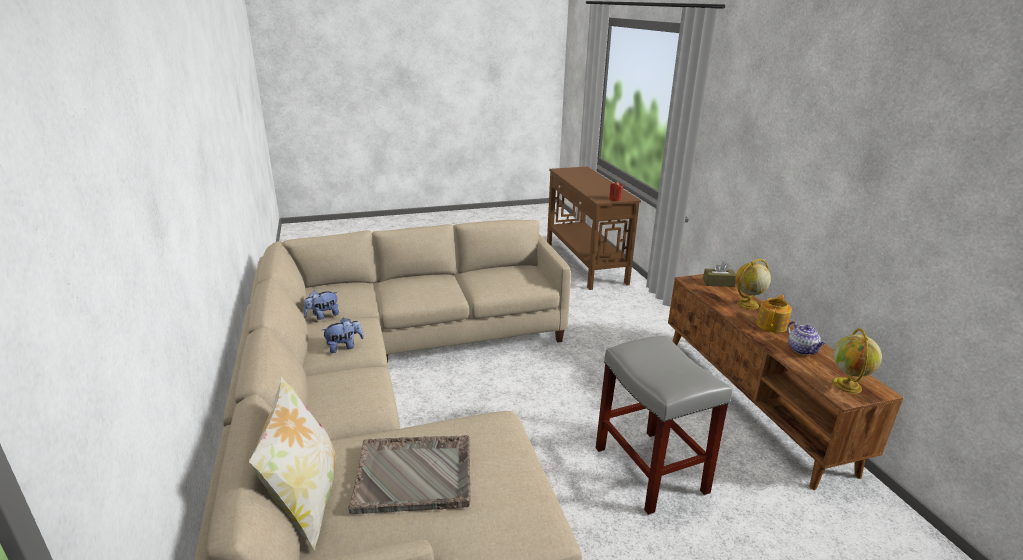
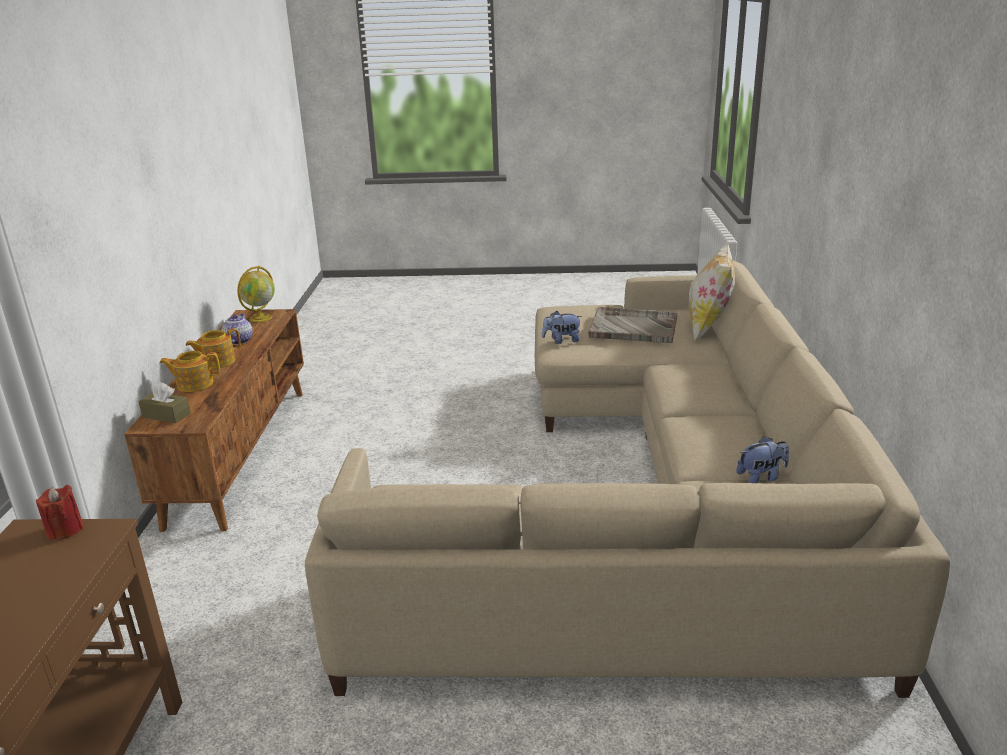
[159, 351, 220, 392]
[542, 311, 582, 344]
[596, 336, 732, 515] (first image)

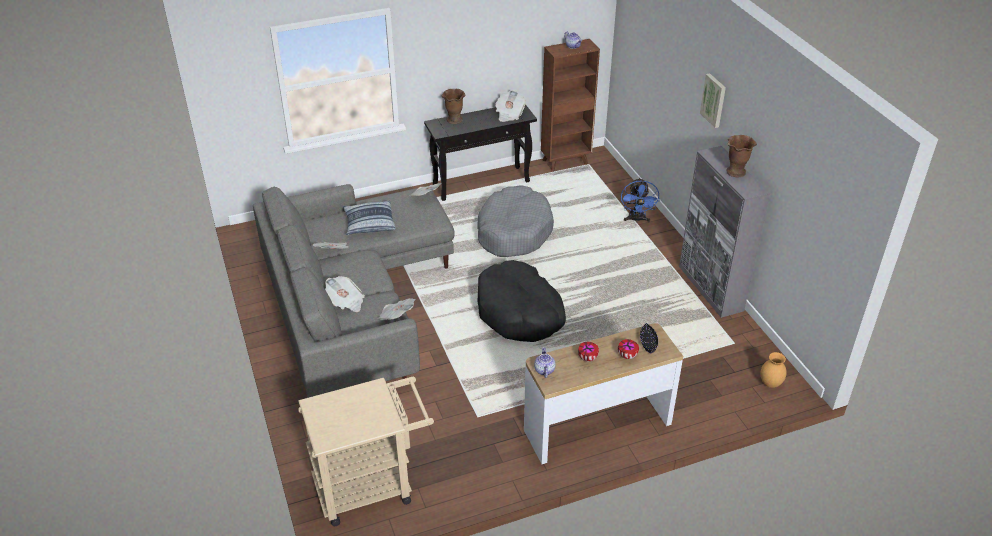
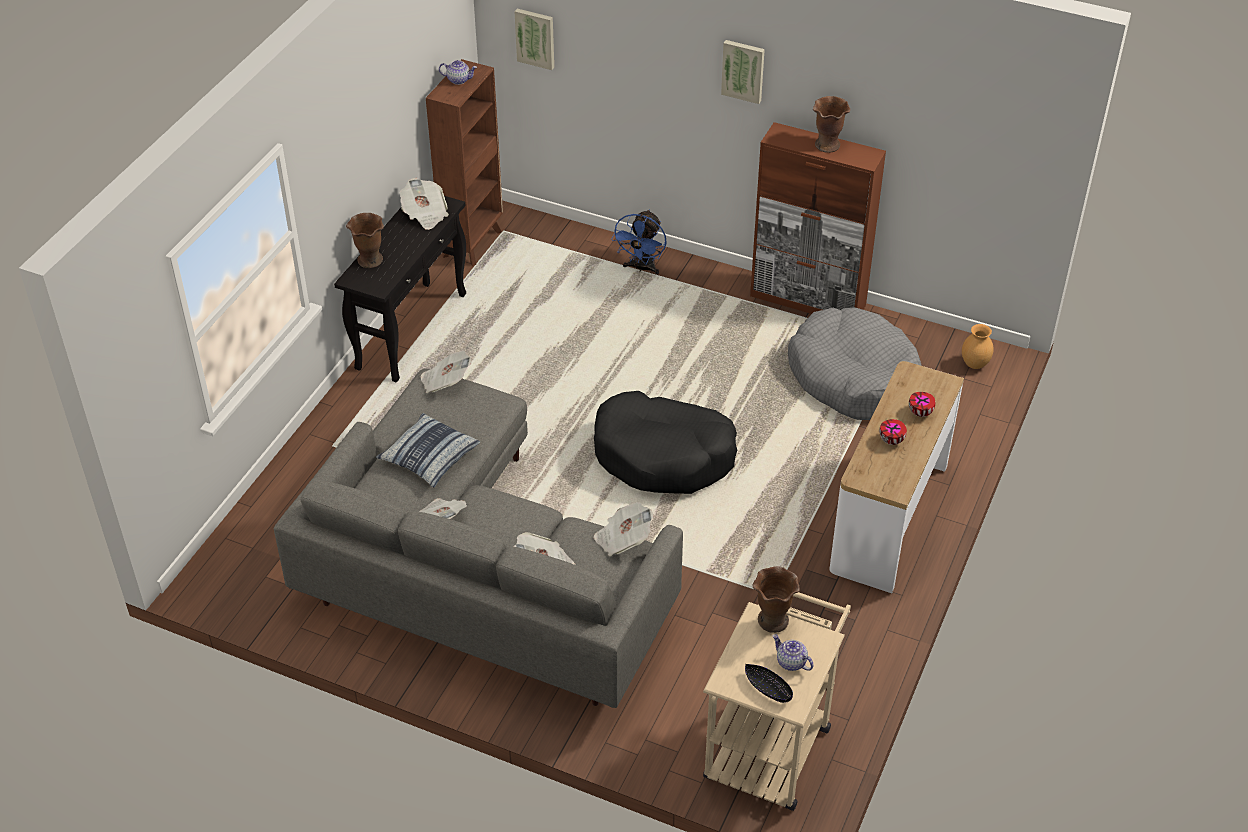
[750, 122, 886, 314]
[611, 210, 667, 275]
[788, 307, 922, 420]
[745, 664, 793, 703]
[773, 634, 814, 671]
[514, 9, 554, 70]
[752, 566, 800, 633]

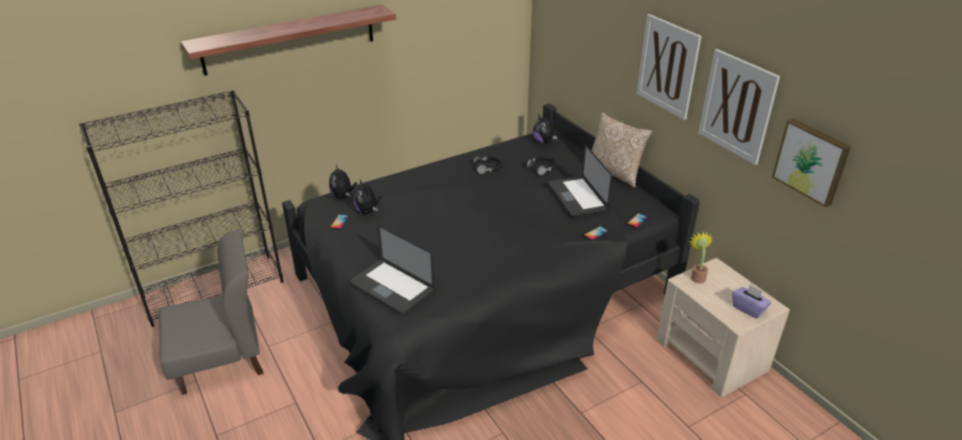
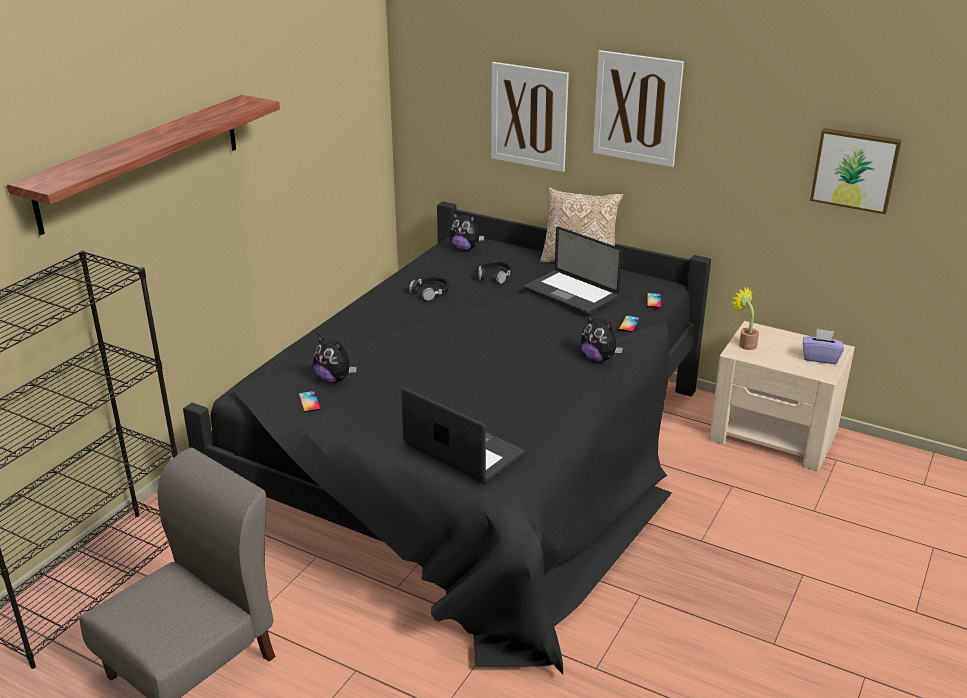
[491, 62, 569, 172]
[581, 314, 623, 362]
[401, 387, 524, 483]

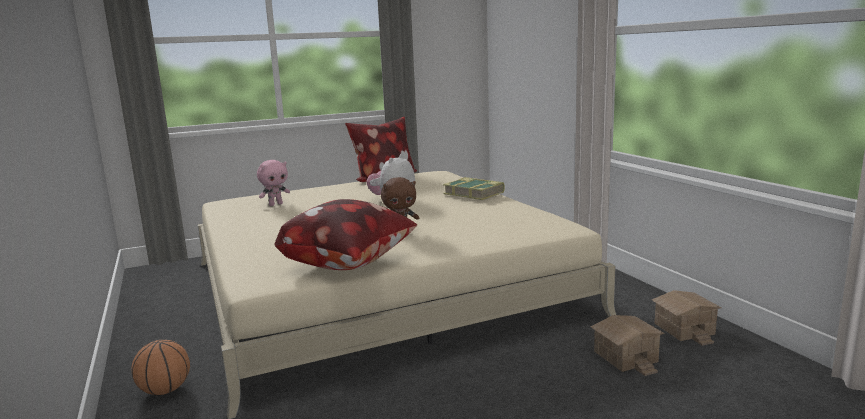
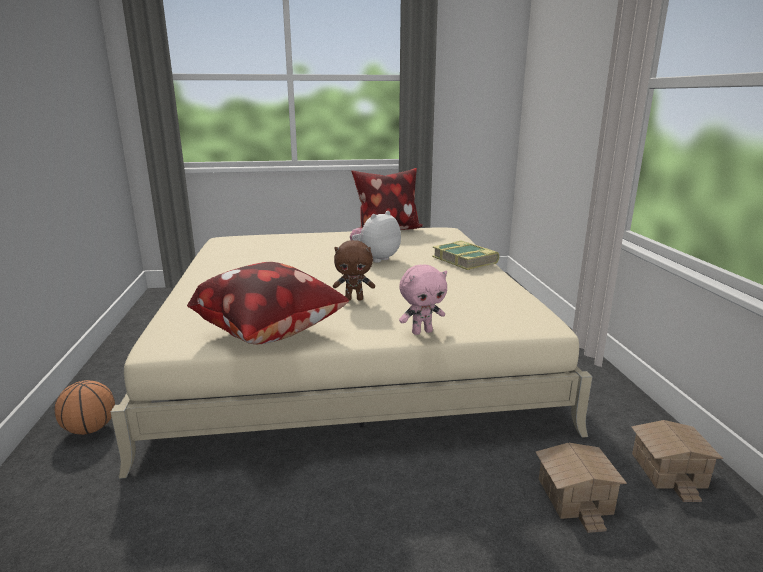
[399, 265, 447, 335]

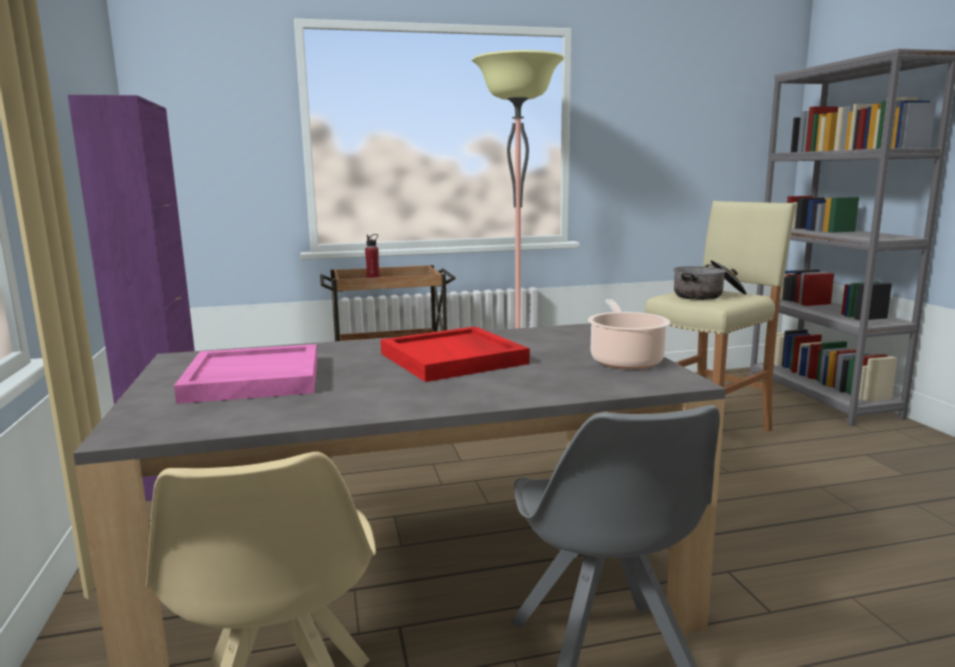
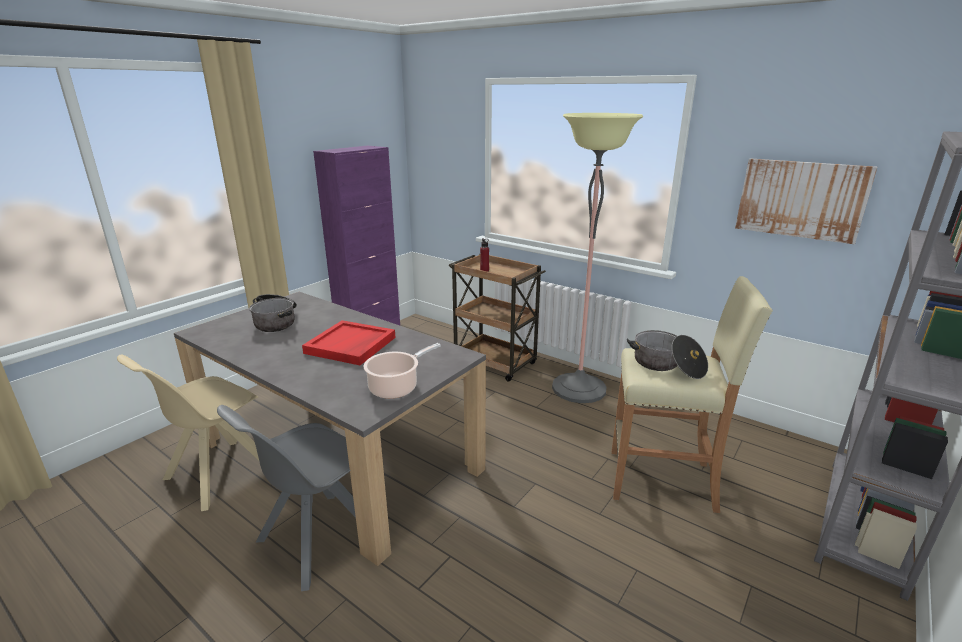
[249, 294, 297, 332]
[735, 158, 877, 244]

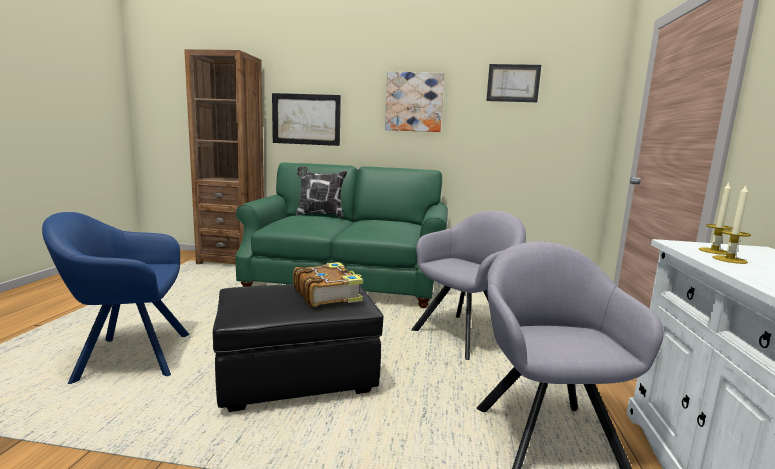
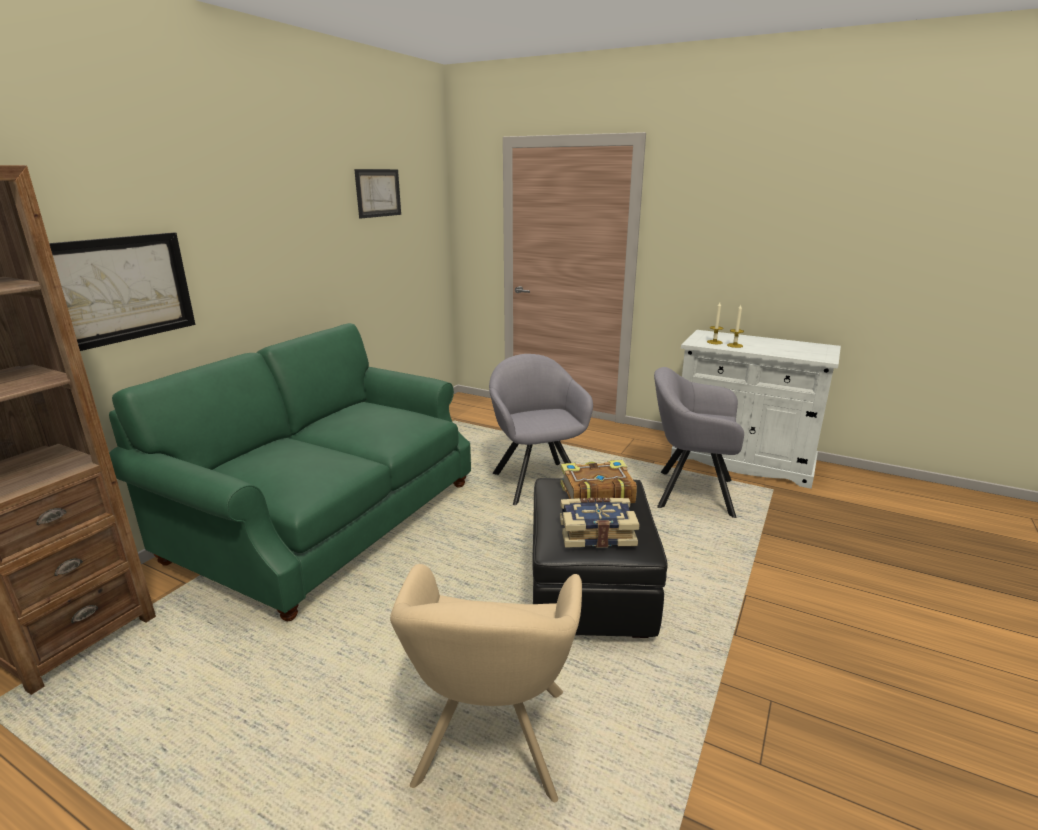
[385, 72, 444, 132] (first image)
[296, 166, 347, 218] (first image)
[390, 564, 582, 802]
[560, 498, 640, 548]

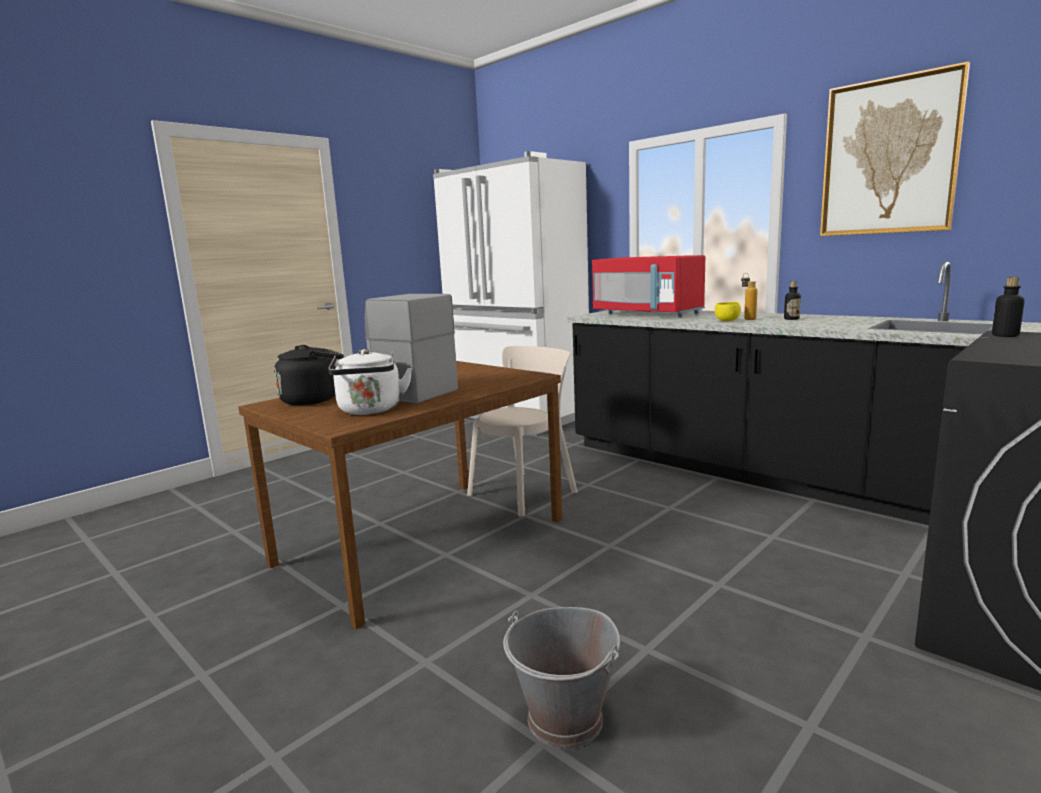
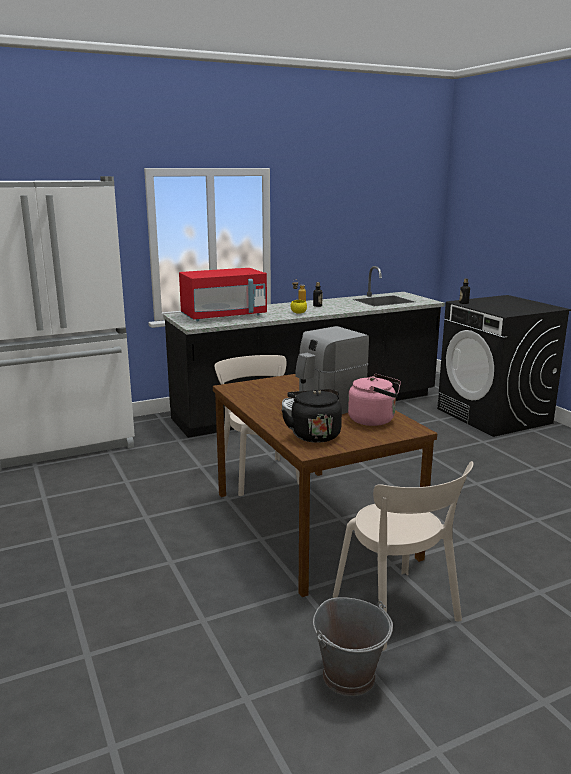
[820, 61, 970, 236] (first image)
[348, 374, 401, 426]
[313, 597, 393, 696]
[333, 461, 473, 651]

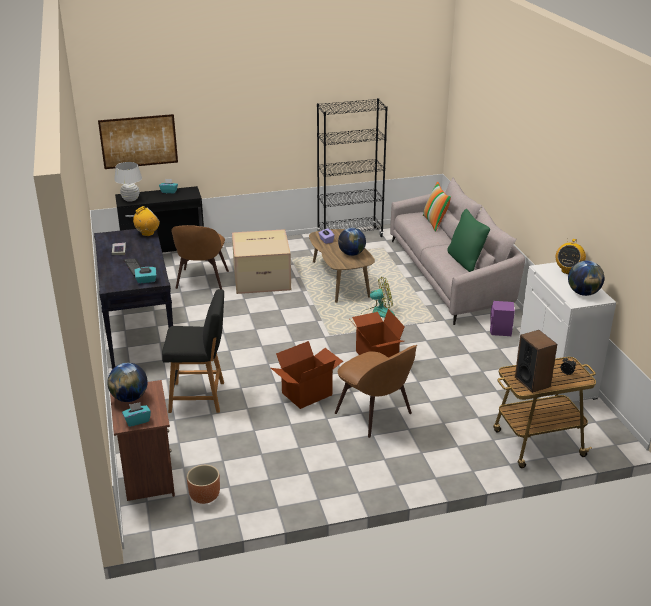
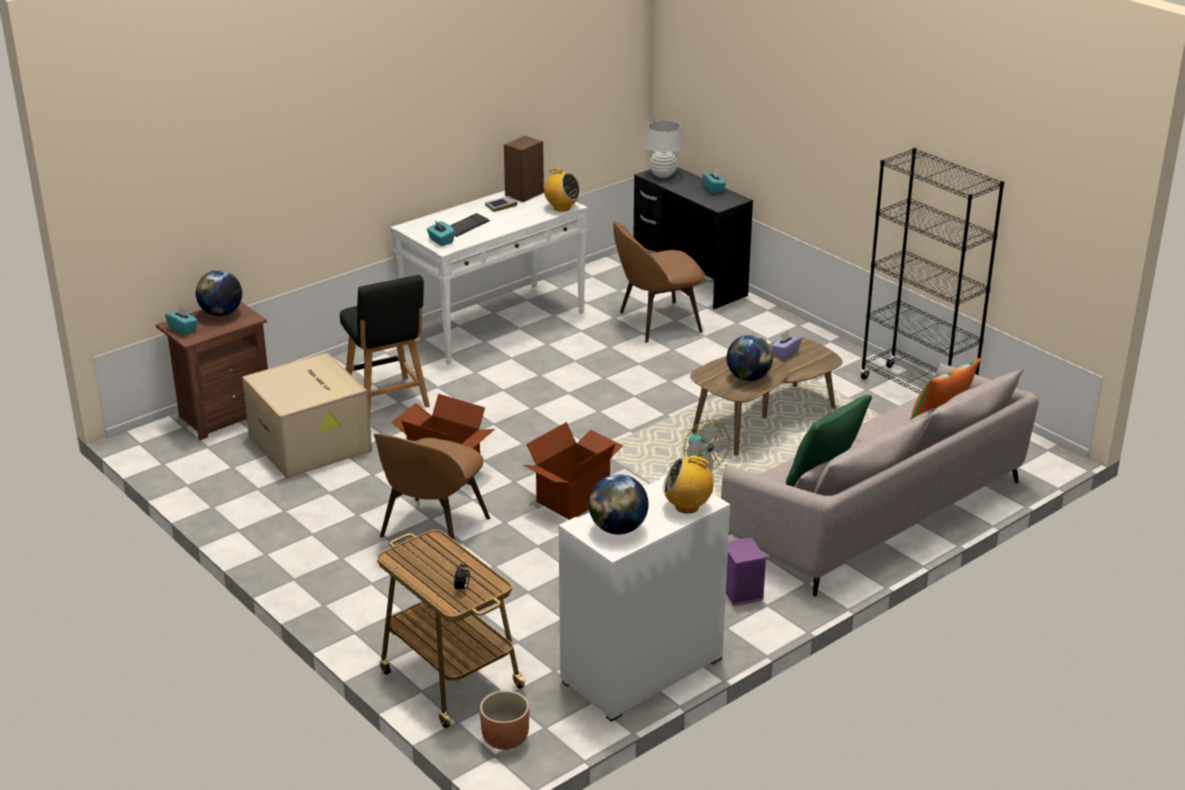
[98, 114, 178, 169] (first image)
[390, 191, 588, 365]
[242, 352, 372, 478]
[504, 136, 544, 202]
[480, 690, 529, 750]

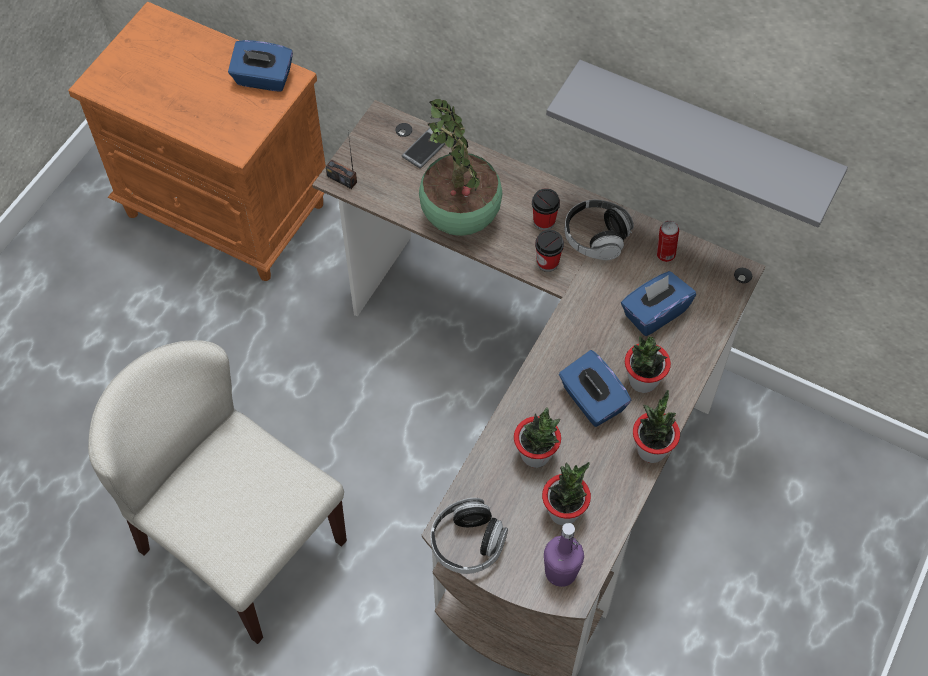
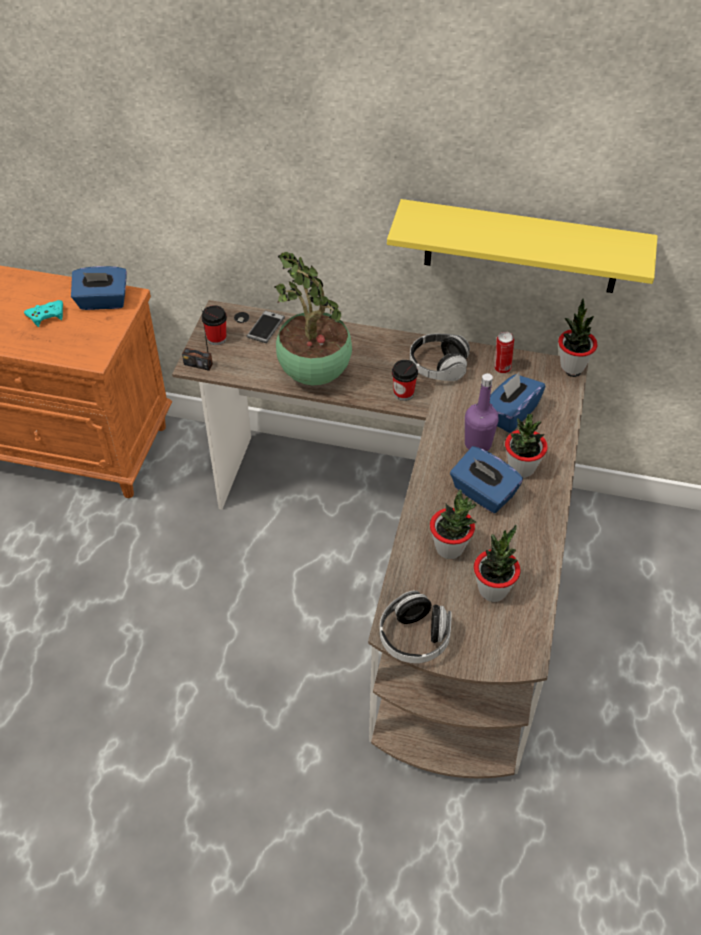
[387, 199, 658, 293]
[201, 305, 227, 345]
[88, 340, 347, 644] (first image)
[558, 298, 598, 374]
[465, 373, 499, 451]
[24, 300, 63, 327]

